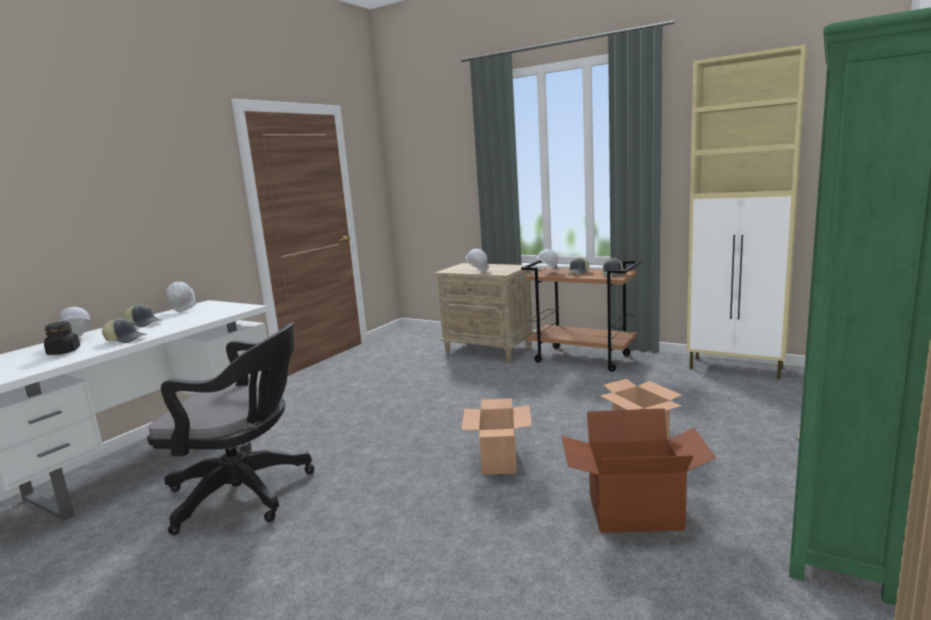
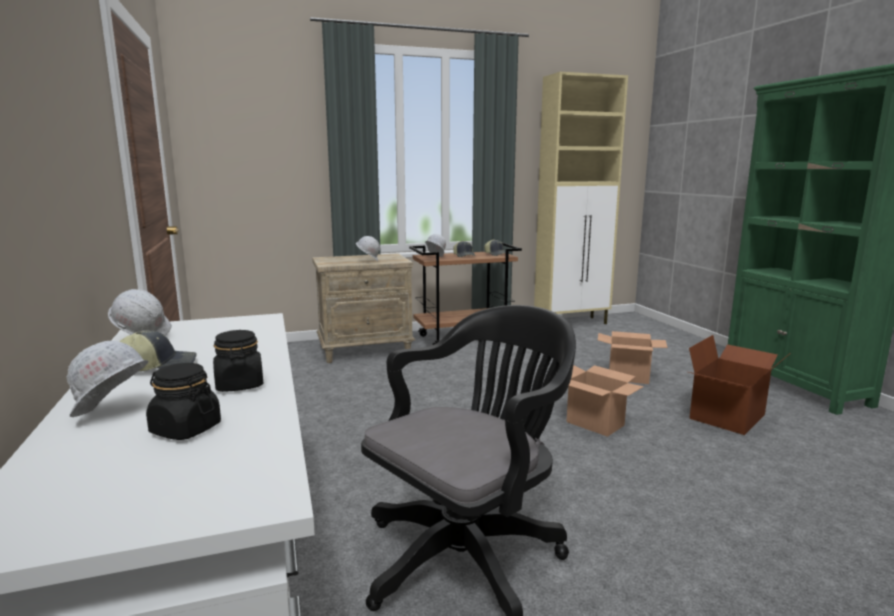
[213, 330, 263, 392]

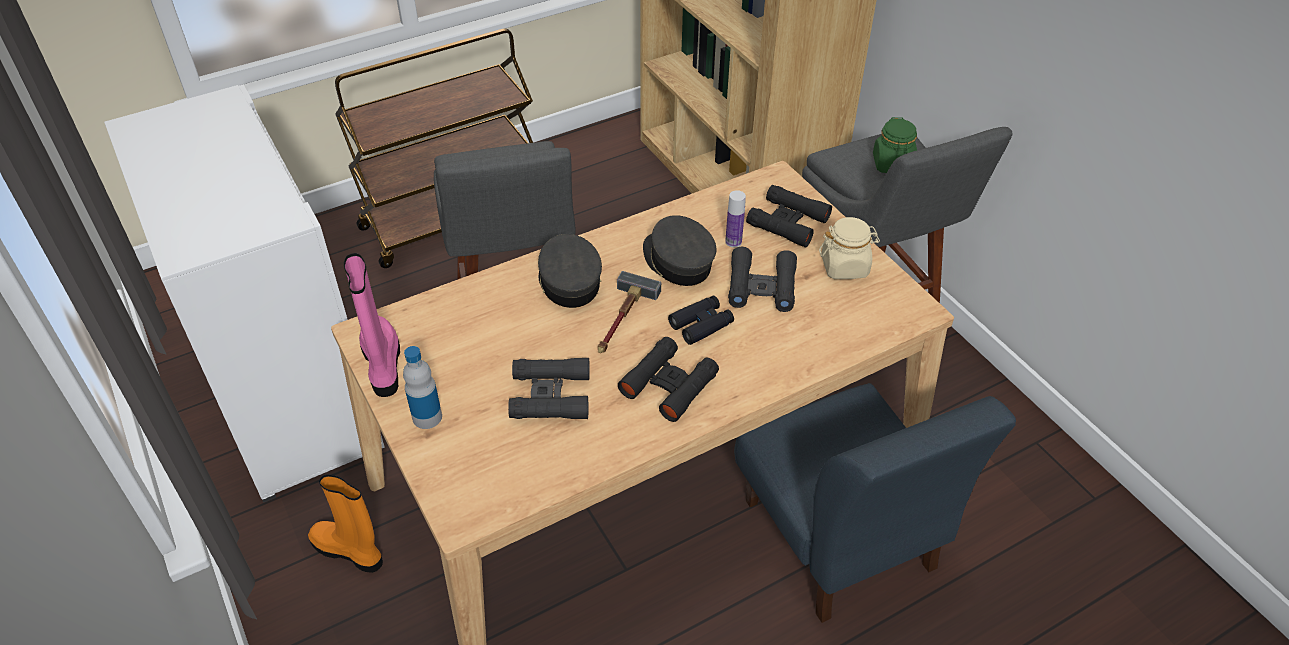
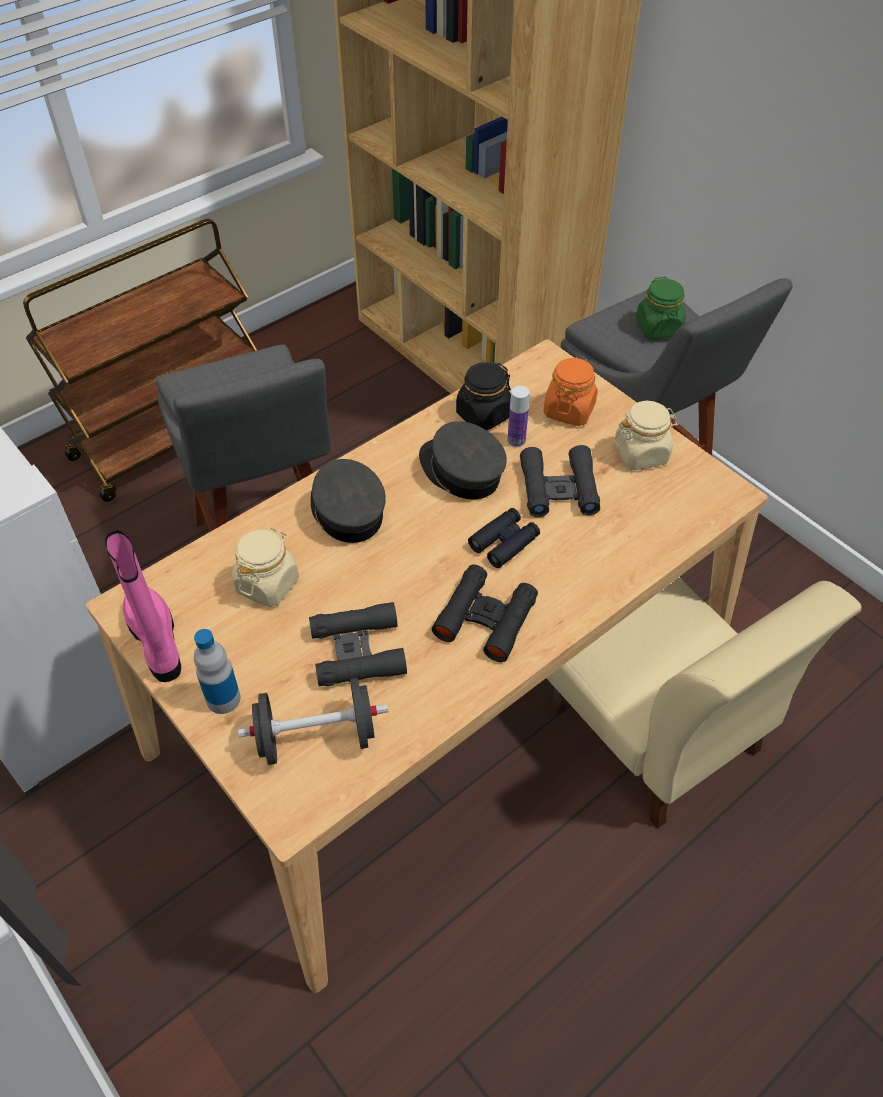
[543, 357, 598, 426]
[598, 271, 661, 353] (first image)
[547, 577, 861, 829]
[308, 475, 383, 573] (first image)
[456, 362, 511, 430]
[232, 527, 299, 607]
[238, 678, 388, 765]

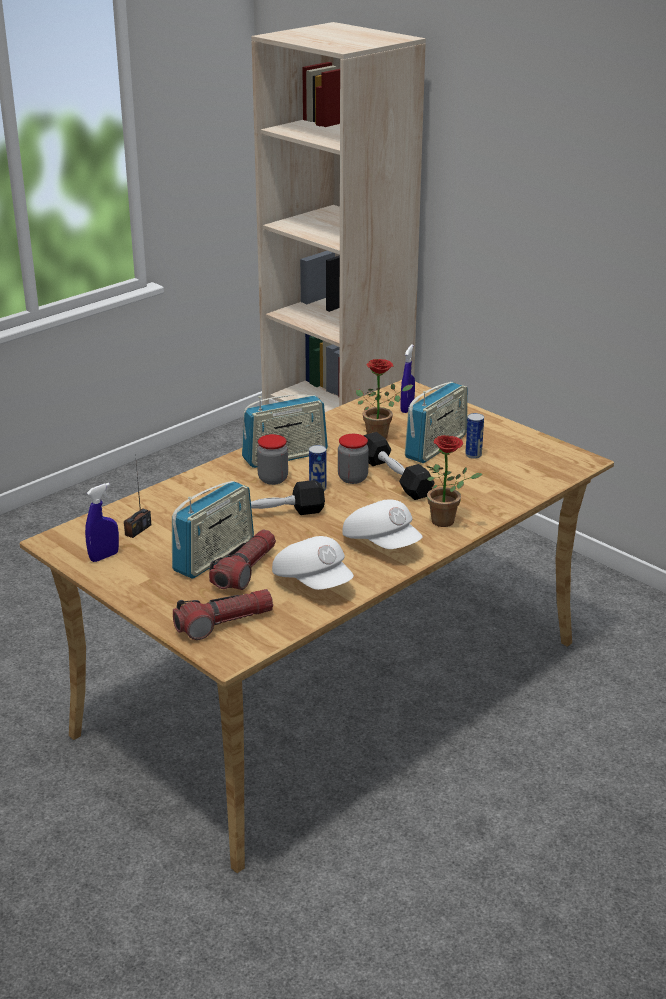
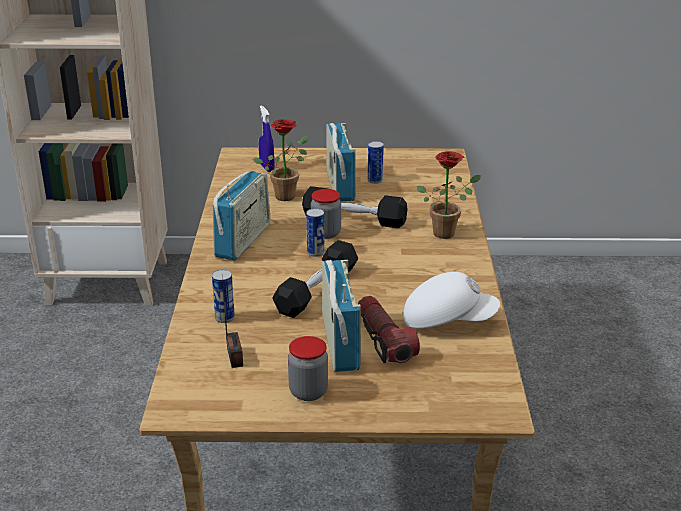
[288, 336, 328, 401]
[85, 483, 119, 562] (first image)
[342, 499, 423, 549] (first image)
[173, 589, 273, 640] (first image)
[212, 270, 235, 323]

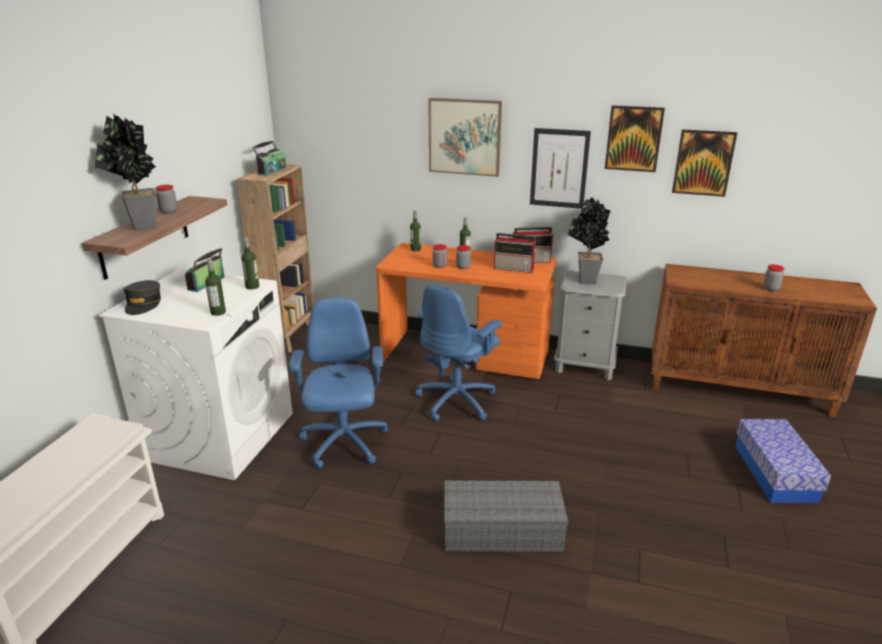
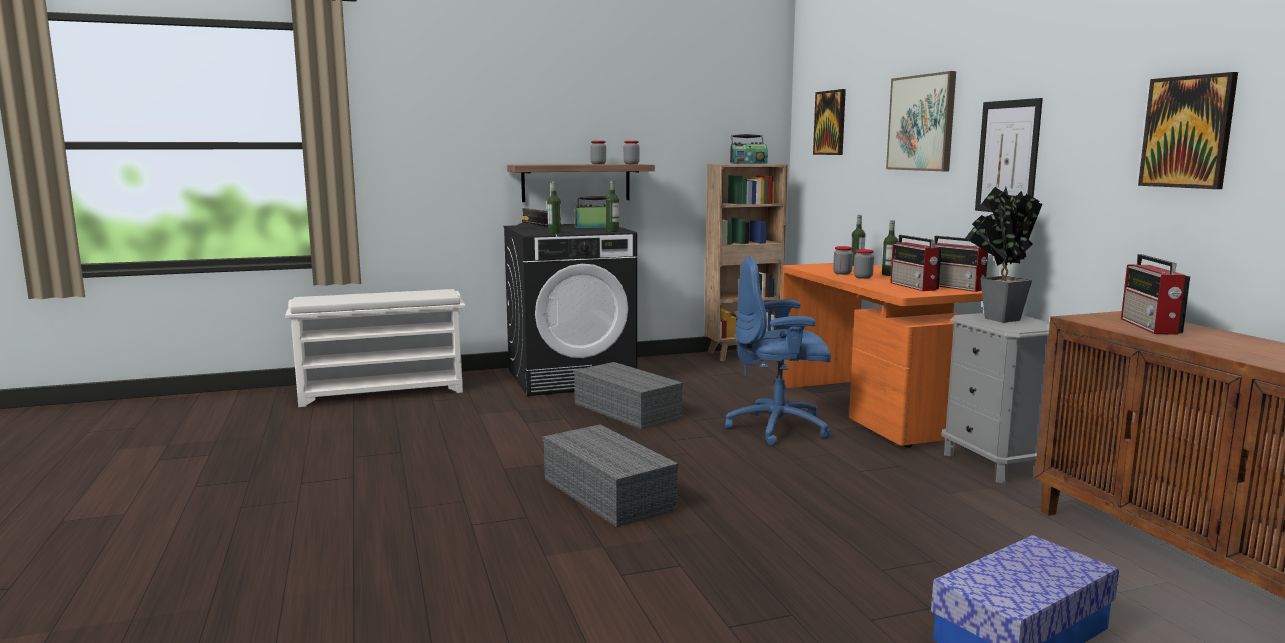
[813, 89, 846, 155]
[95, 114, 156, 230] (first image)
[624, 141, 639, 164]
[503, 224, 637, 396]
[573, 362, 683, 429]
[1121, 254, 1190, 335]

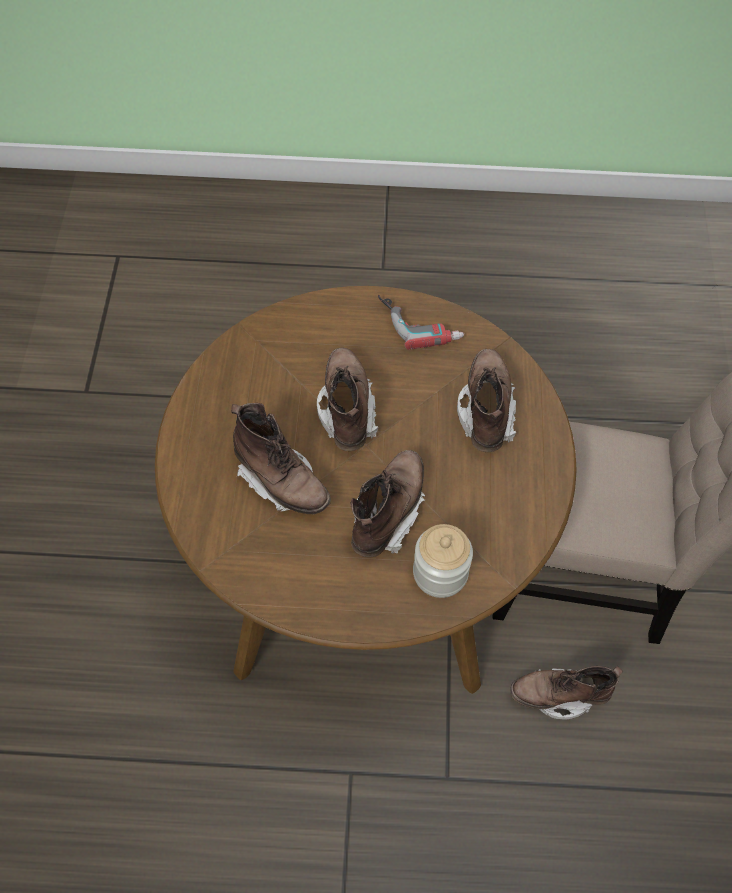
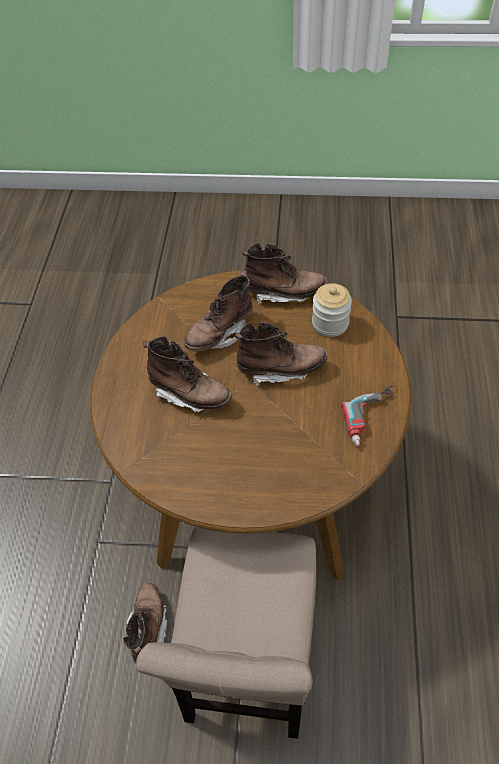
[242, 243, 327, 304]
[312, 283, 352, 337]

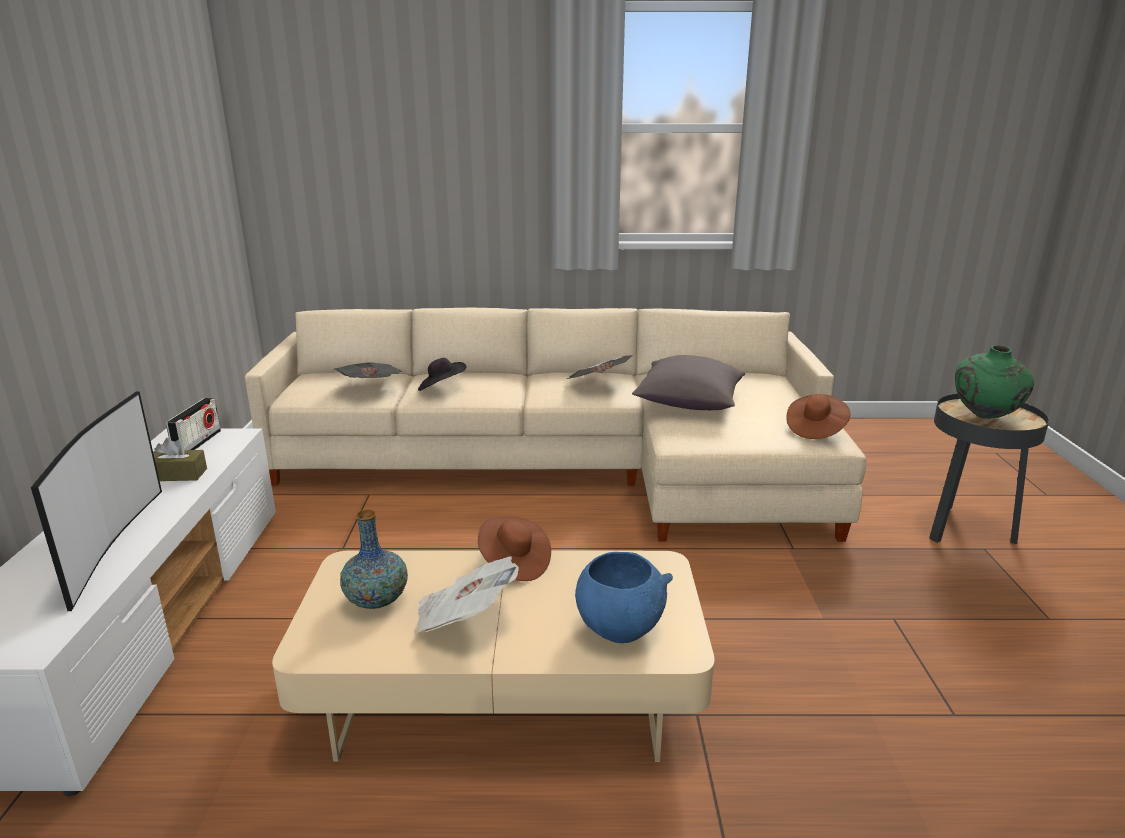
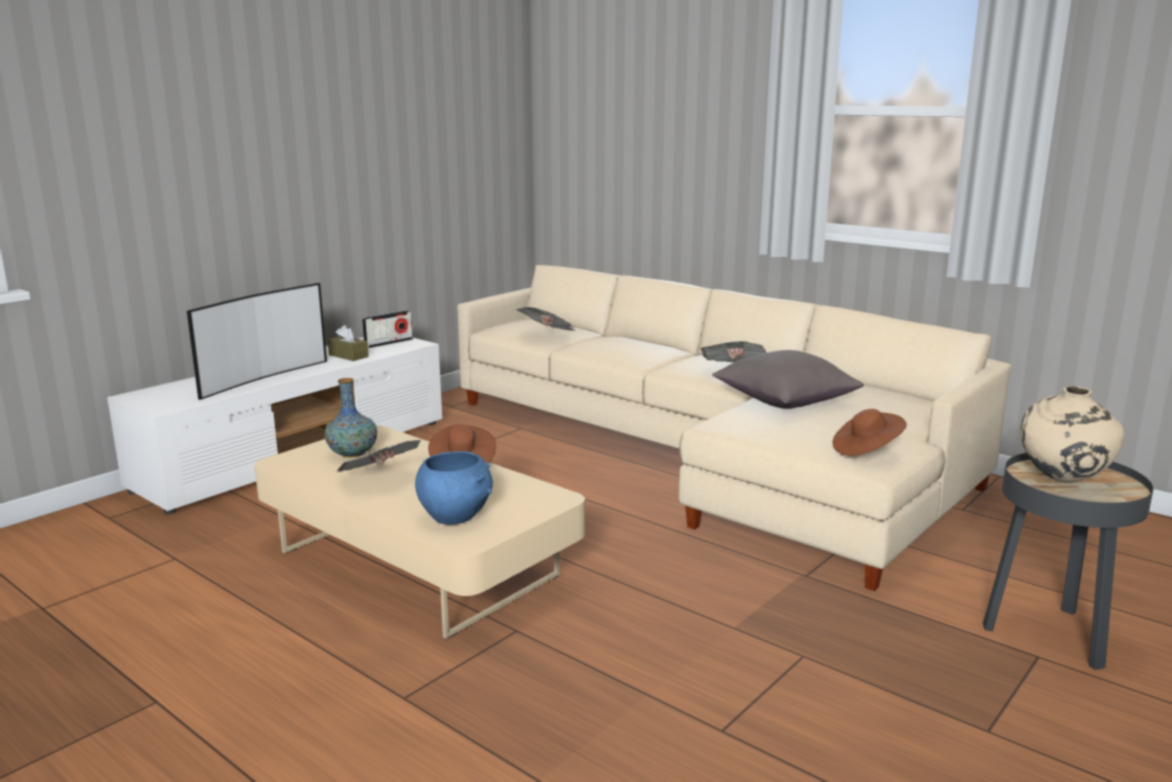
[1020, 386, 1125, 483]
[418, 358, 467, 391] (first image)

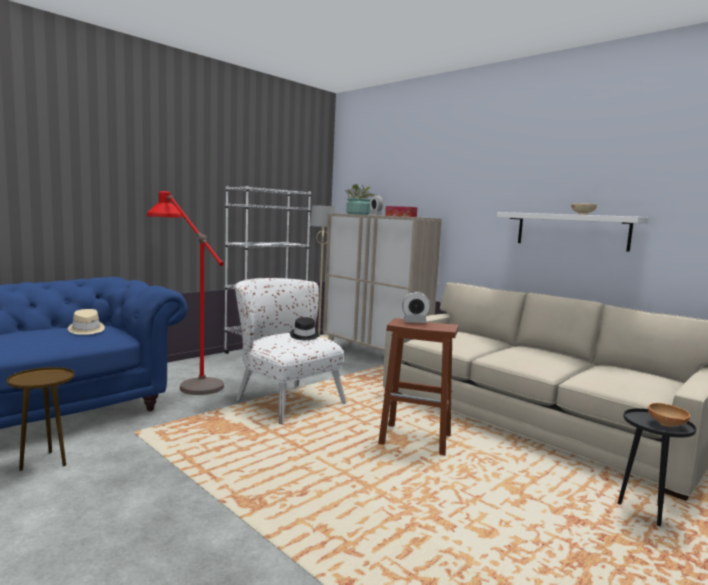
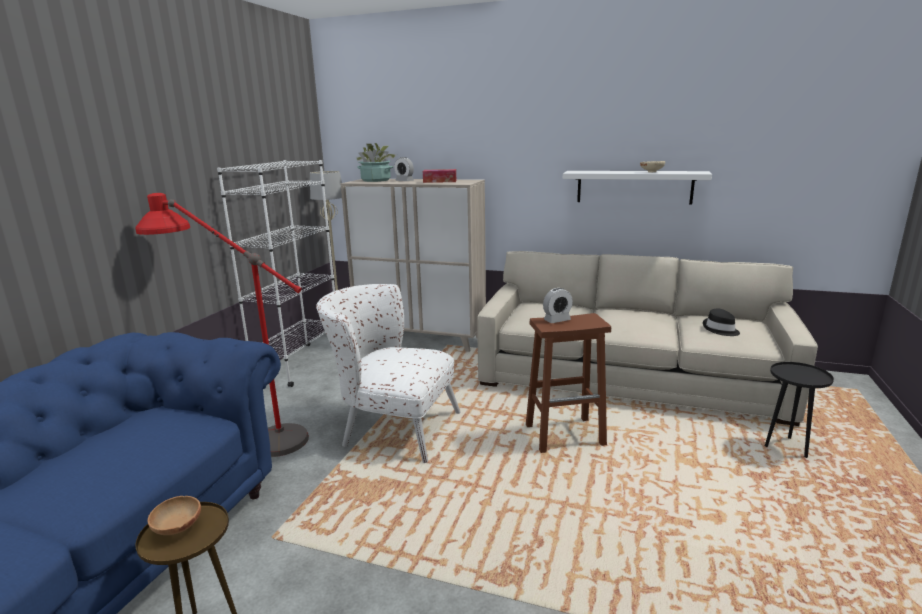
[68, 309, 105, 335] (first image)
[703, 308, 740, 336]
[147, 496, 201, 535]

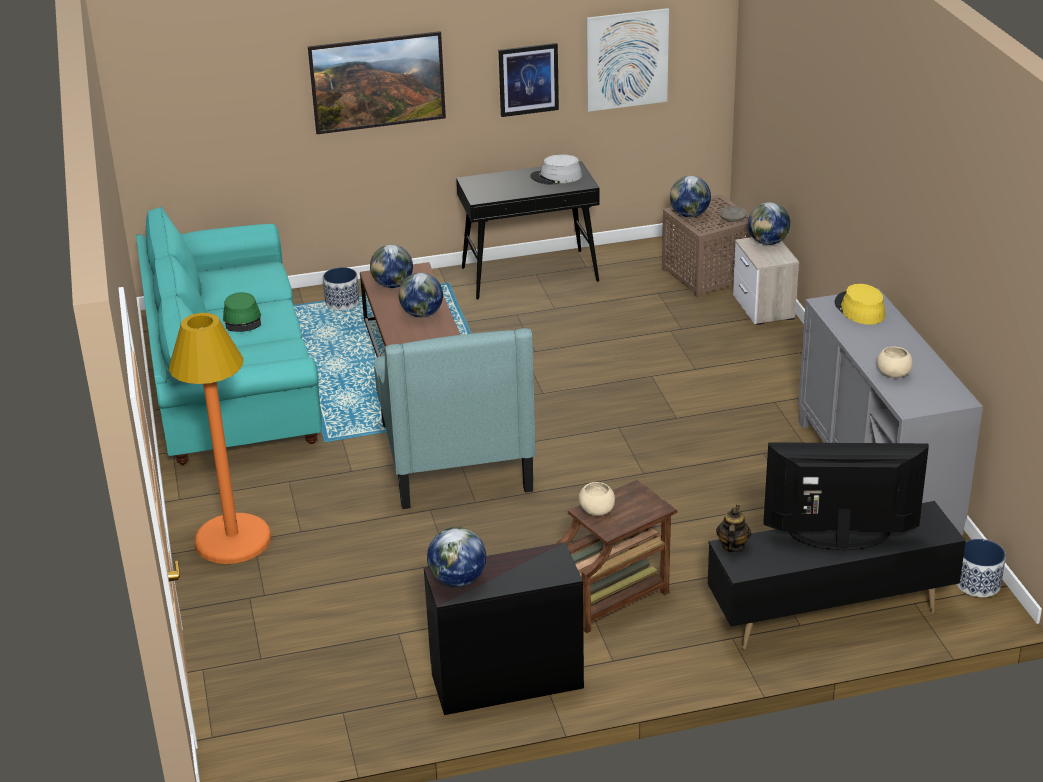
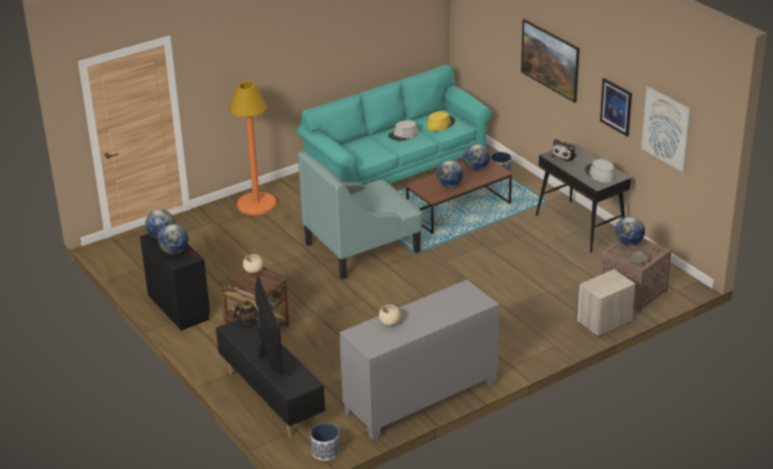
[158, 224, 189, 255]
[427, 111, 455, 131]
[388, 120, 418, 141]
[552, 139, 577, 162]

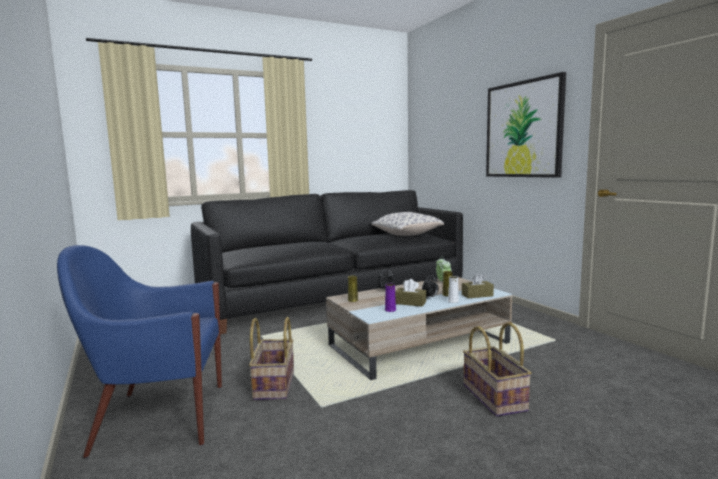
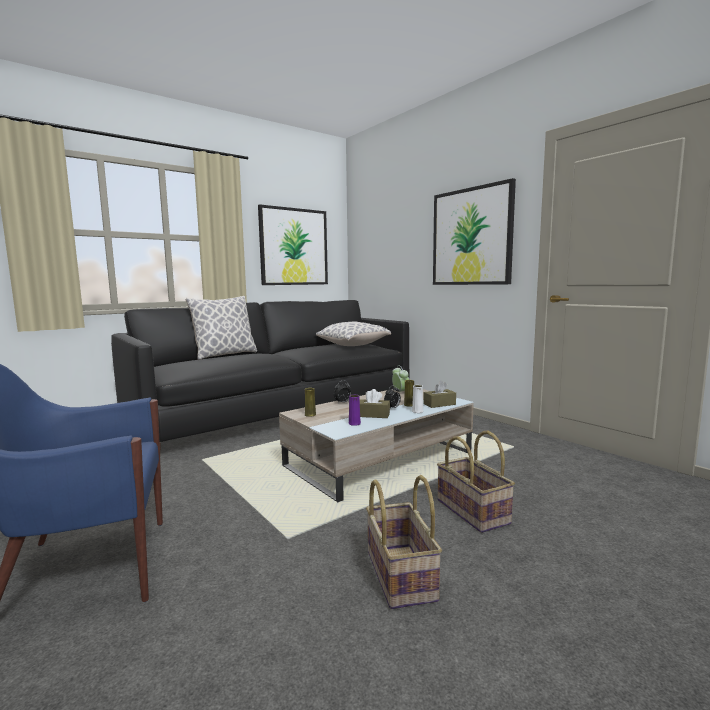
[366, 475, 442, 609]
[258, 204, 328, 285]
[185, 296, 257, 360]

